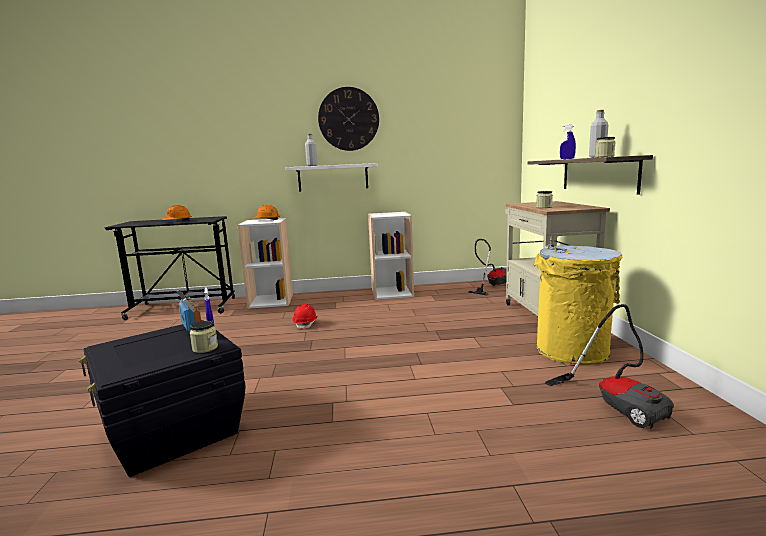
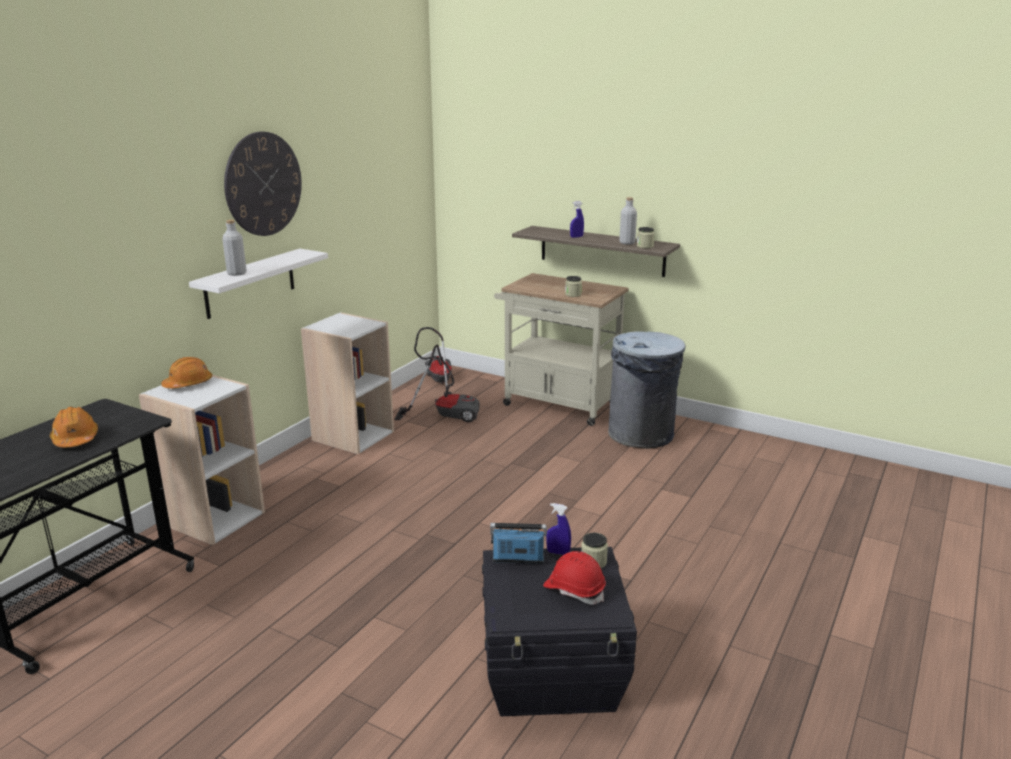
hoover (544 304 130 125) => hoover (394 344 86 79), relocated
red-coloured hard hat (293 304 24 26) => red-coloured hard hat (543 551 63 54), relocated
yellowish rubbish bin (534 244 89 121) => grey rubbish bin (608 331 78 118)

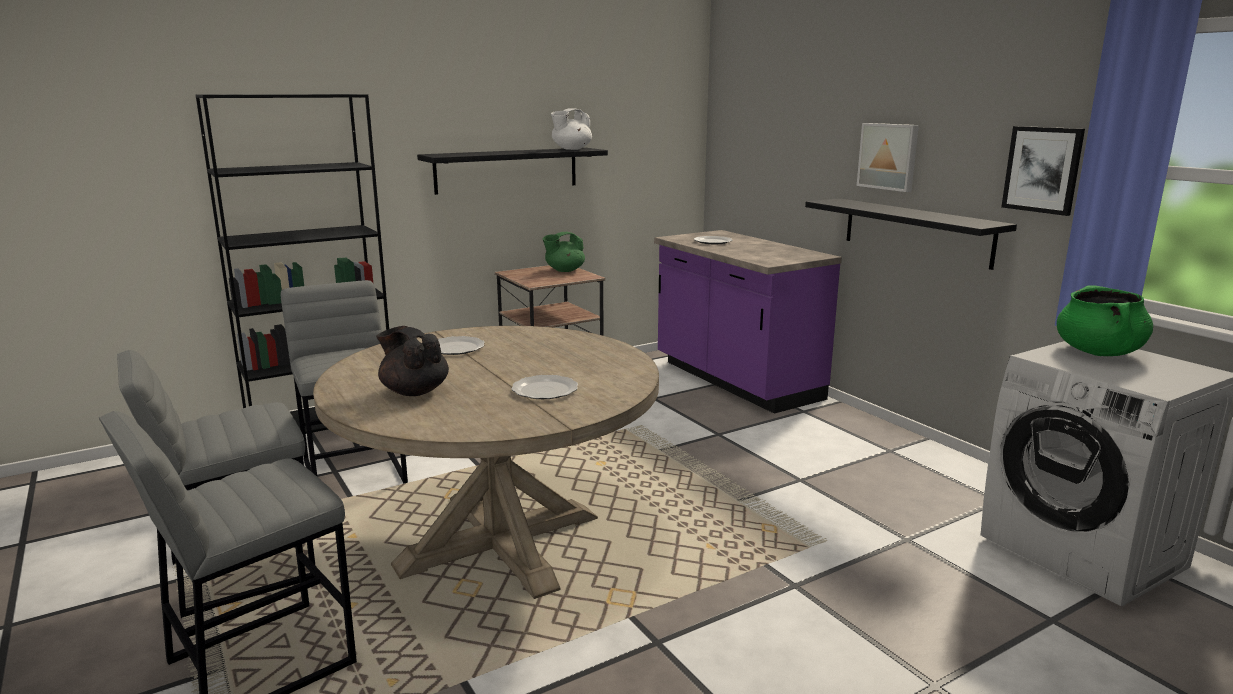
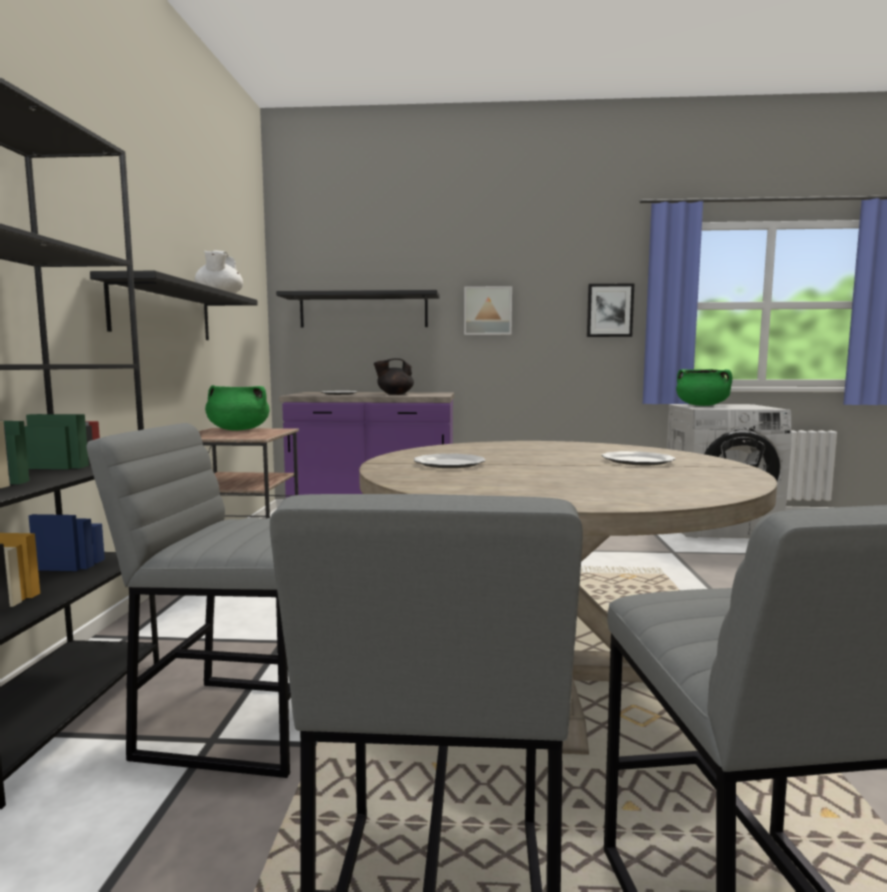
green pot for tea (543 232 42 40) => green saucepot (205 385 64 46)
black-coloured wall shelf (805 198 212 72) => black-coloured wall shelf (276 290 164 38), relocated
black-coloured pot for tea (376 326 73 70) => black-coloured pot for tea (374 358 40 37), relocated

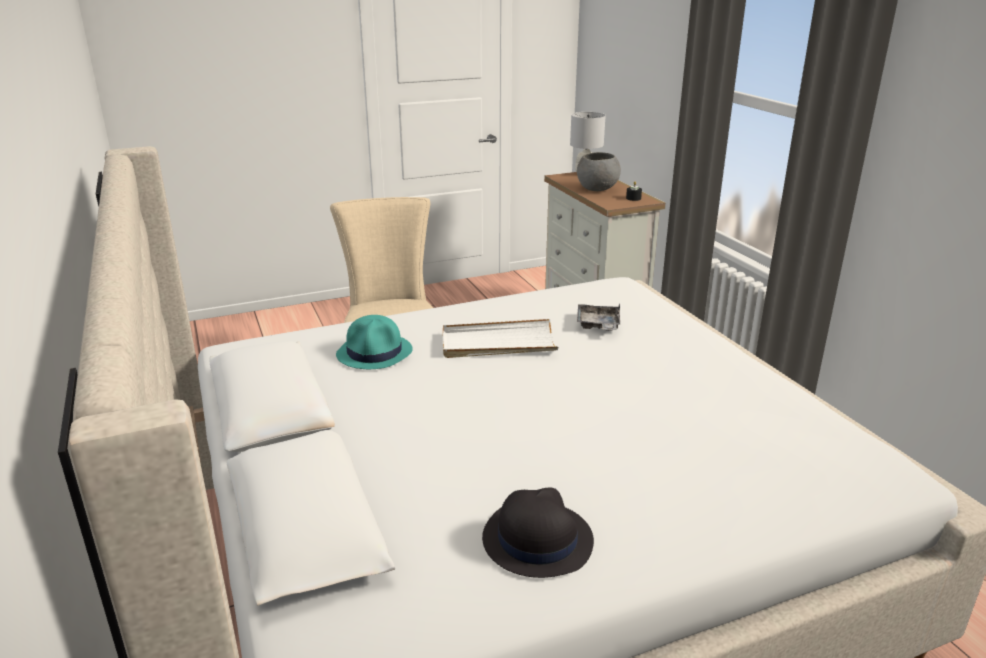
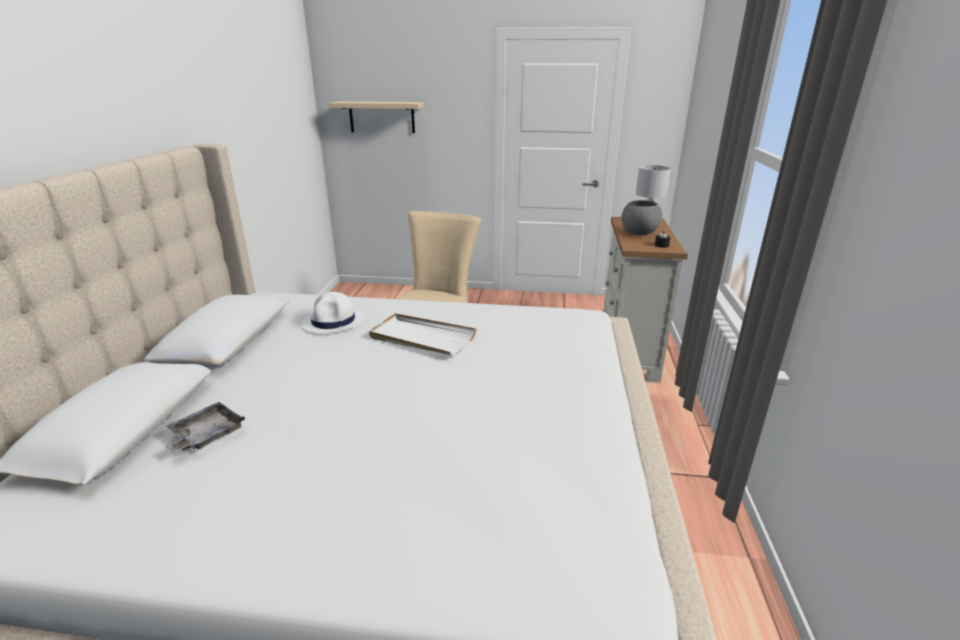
grey serving tray (577 304 43 27) => grey serving tray (166 402 79 51), relocated
turquoise hat (336 315 77 54) => whitish hat (302 292 62 42)
nothing => beige wall shelf (329 101 95 32)
black-coloured hat (482 487 112 91) => nothing

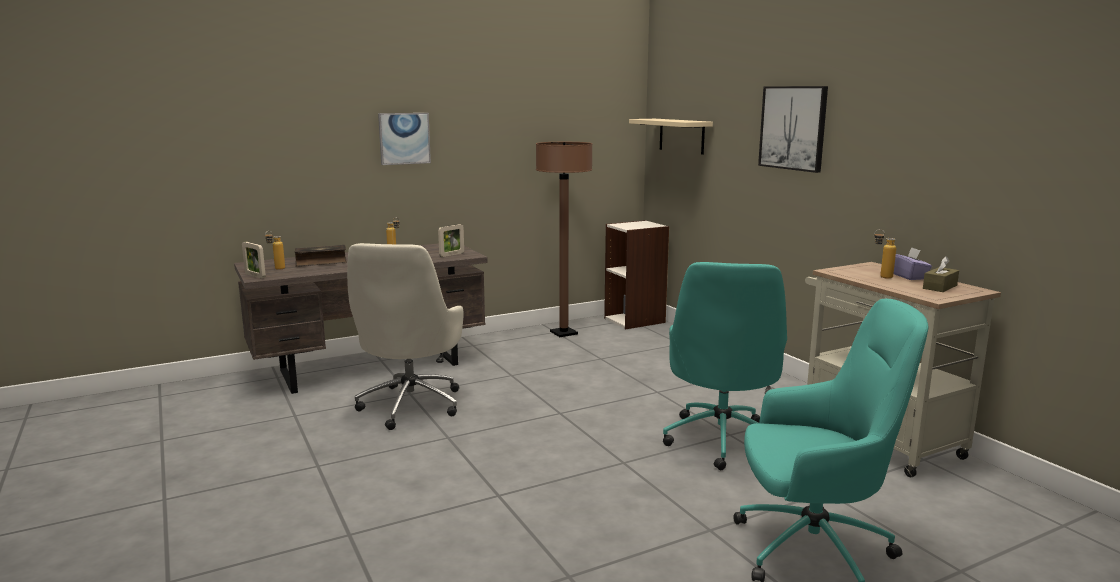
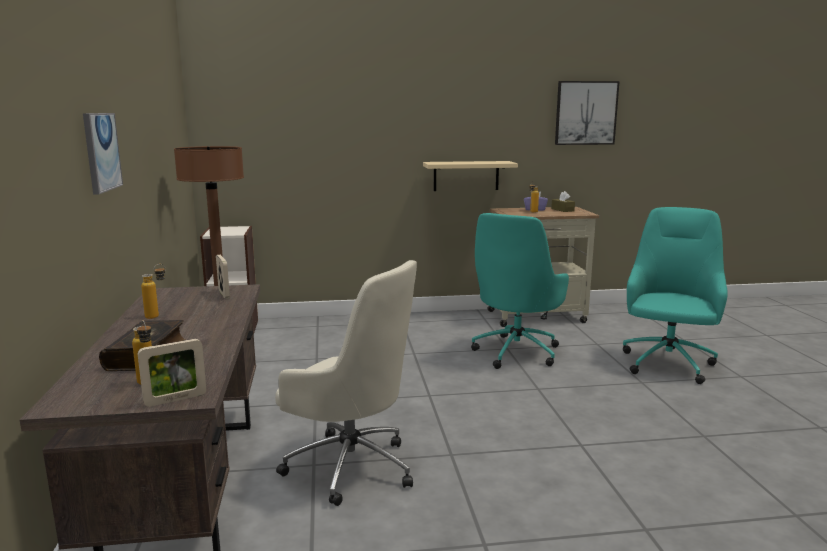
beige wall shelf (629 119 84 36) => beige wall shelf (423 161 95 30), relocated
turquoise office chair (663 262 124 208) => turquoise office chair (471 213 98 156), 90 degrees clockwise
wall art (758 86 70 87) => wall art (555 81 65 64), relocated

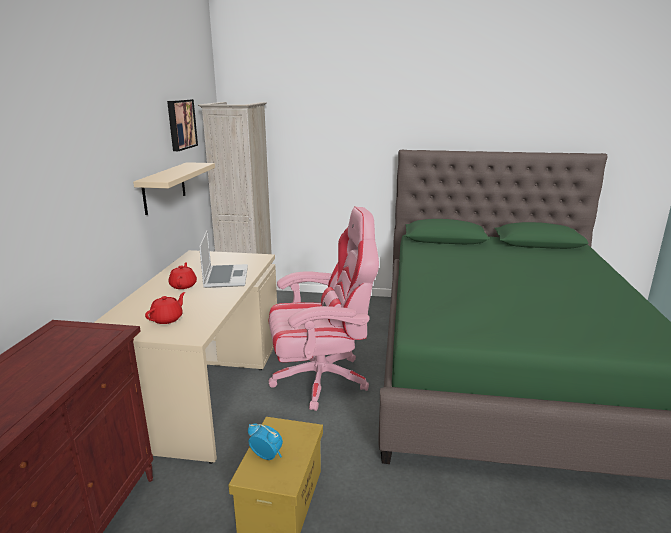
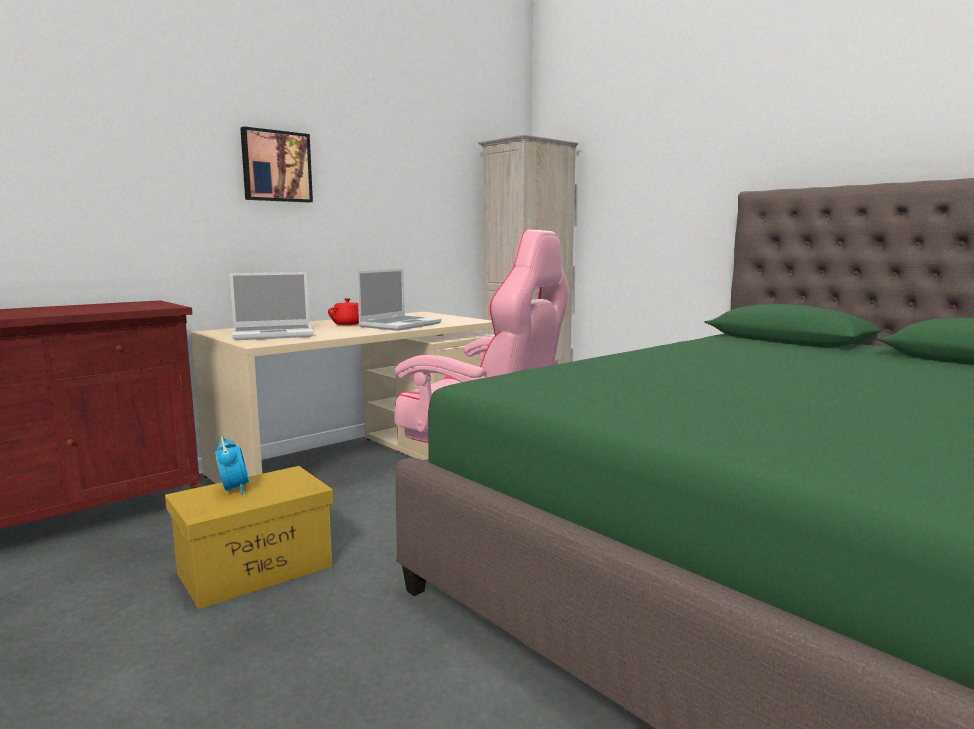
red-coloured pot for tea (145 292 40 32) => laptop (230 272 84 68)
wall art (167 99 31 52) => wall art (240 127 73 76), relocated
beige wall shelf (133 162 82 53) => nothing

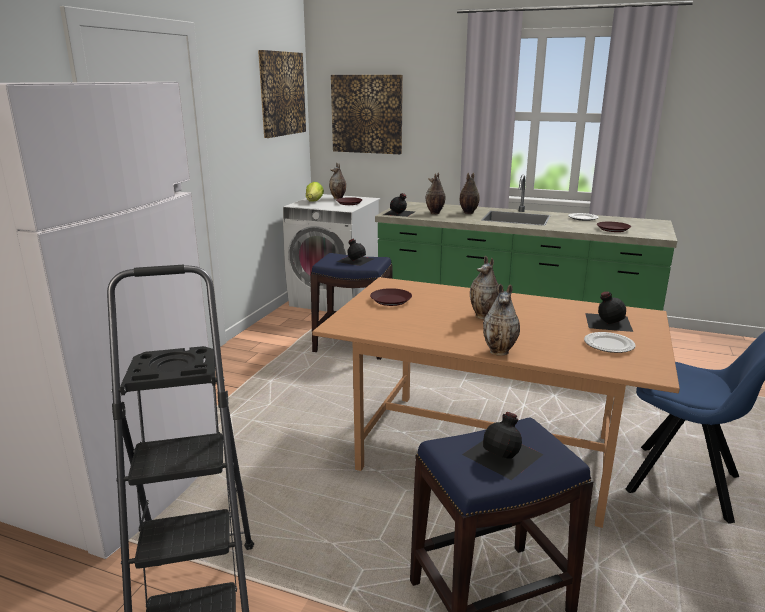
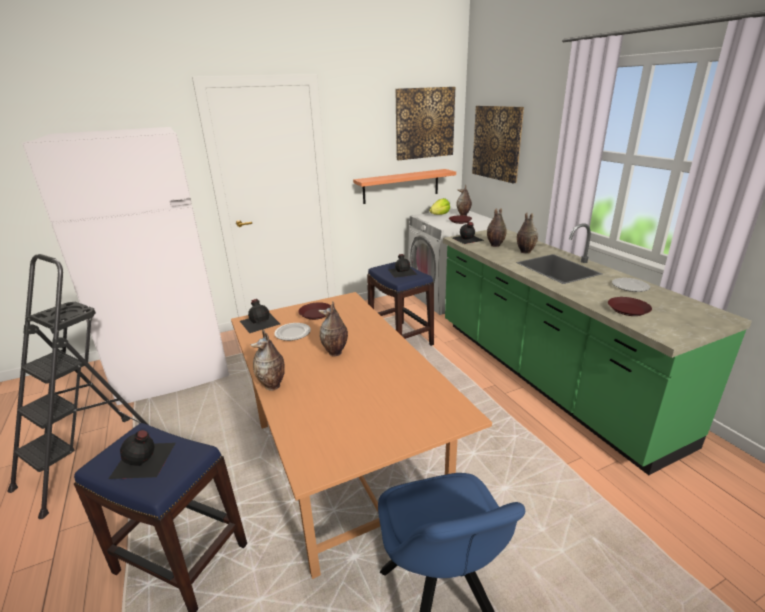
black-coloured drink bottle (585 291 48 41) => black-coloured drink bottle (240 299 40 34), relocated
flat dish (584 332 51 21) => flat dish (274 323 37 18), relocated
nothing => wall shelf (353 169 103 35)

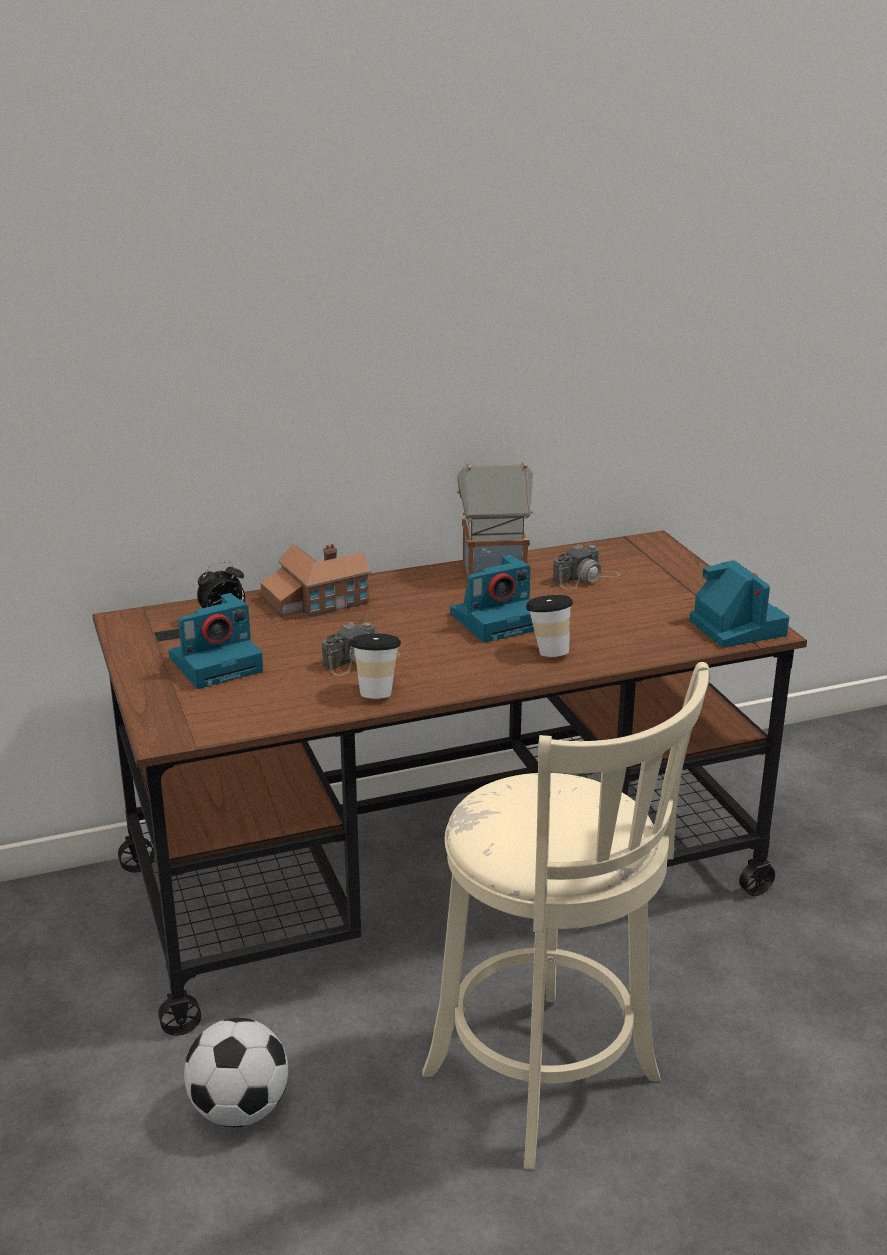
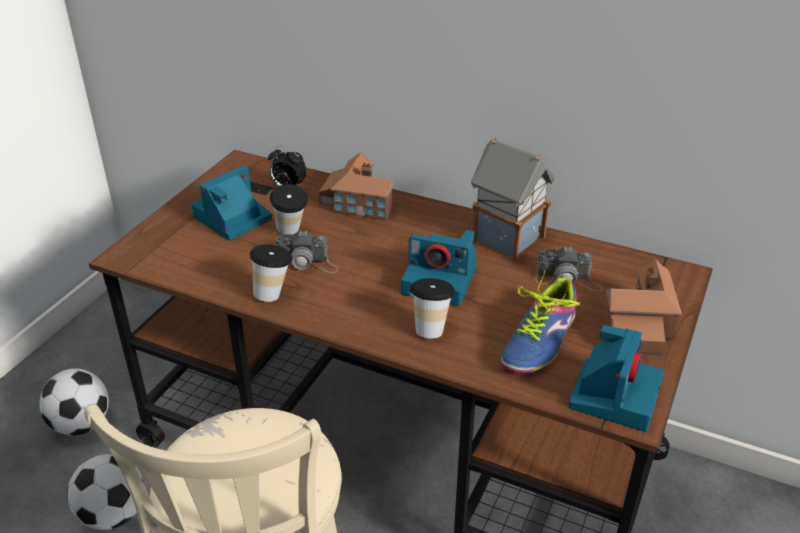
nothing => football (39 368 70 68)
photo camera (168 593 95 96) => photo camera (191 165 81 76), 120 degrees clockwise
nothing => drinking cup (270 184 38 51)
nothing => low shoe (501 270 79 103)
nothing => toy house (604 259 78 97)

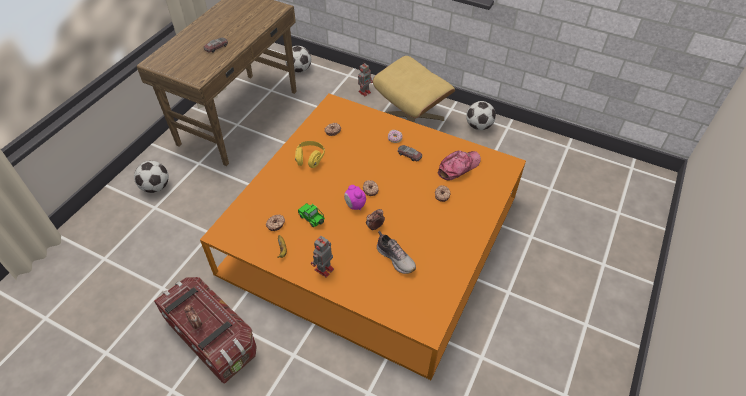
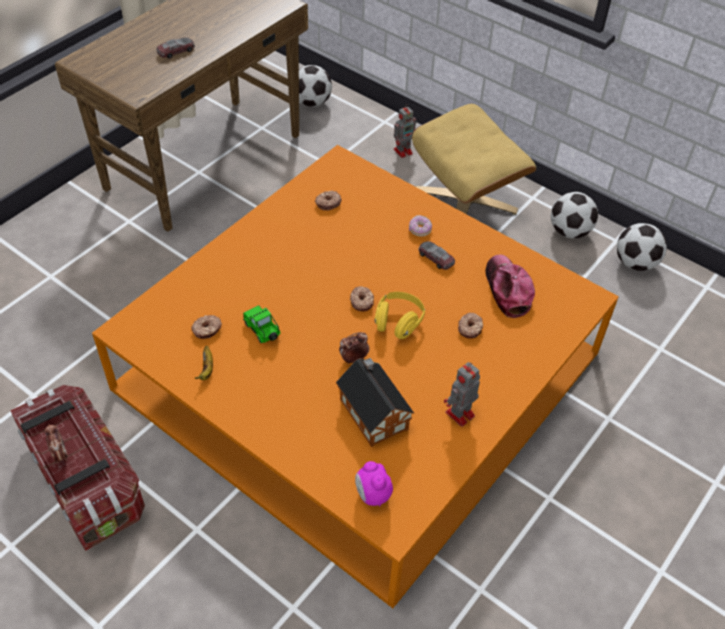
low shoe (377 231 39 43) => toy house (336 358 78 89)
table clock (344 185 22 25) => table clock (355 461 38 45), relocated
yellowish pair of headphones (295 141 30 27) => yellowish pair of headphones (374 292 51 47), relocated
model robot (311 236 23 42) => model robot (444 362 36 65), relocated
peaked cap (438 150 43 31) => peaked cap (485 255 50 63), 75 degrees counterclockwise
football (134 161 35 32) => football (617 223 50 48), relocated

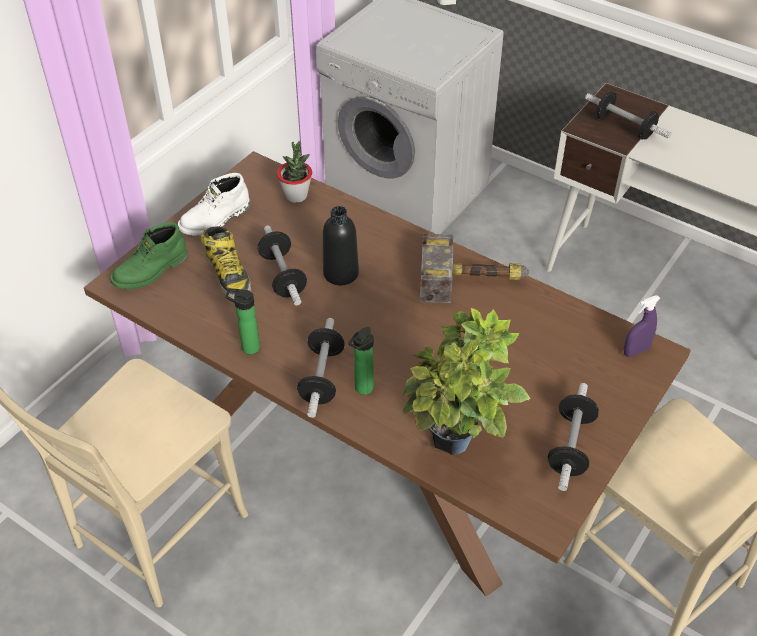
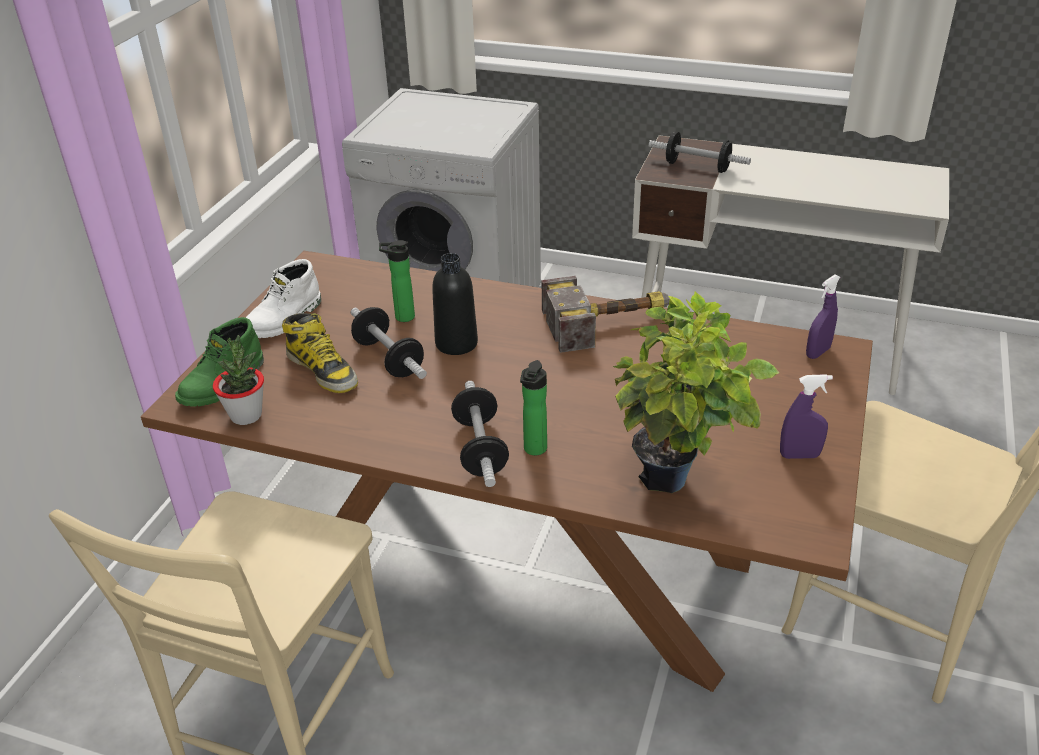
potted plant (277 140 35 63) => potted plant (213 335 51 90), relocated
drink bottle (226 288 34 67) => drink bottle (379 240 36 82), relocated
free weight (548 383 51 108) => purplish hand sprayer (780 374 53 85)

